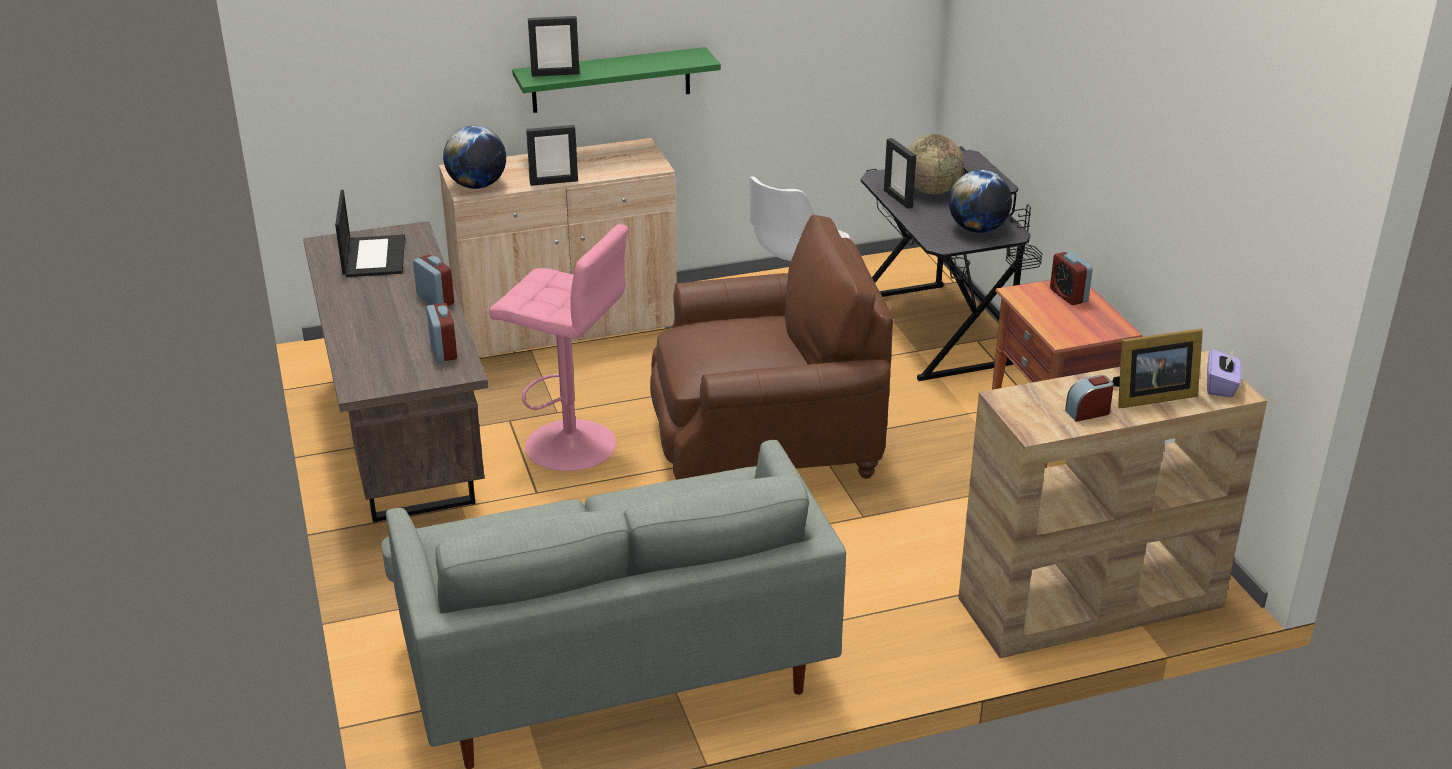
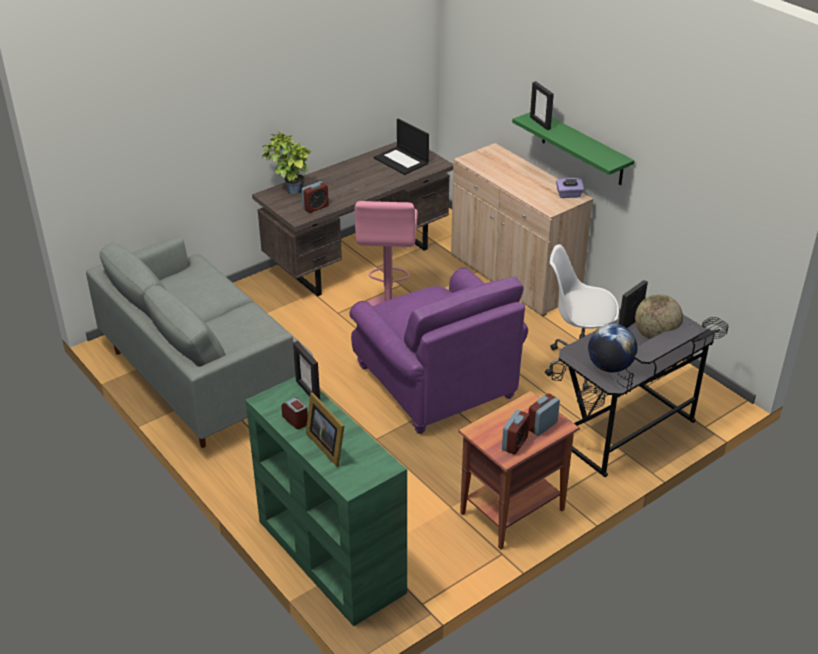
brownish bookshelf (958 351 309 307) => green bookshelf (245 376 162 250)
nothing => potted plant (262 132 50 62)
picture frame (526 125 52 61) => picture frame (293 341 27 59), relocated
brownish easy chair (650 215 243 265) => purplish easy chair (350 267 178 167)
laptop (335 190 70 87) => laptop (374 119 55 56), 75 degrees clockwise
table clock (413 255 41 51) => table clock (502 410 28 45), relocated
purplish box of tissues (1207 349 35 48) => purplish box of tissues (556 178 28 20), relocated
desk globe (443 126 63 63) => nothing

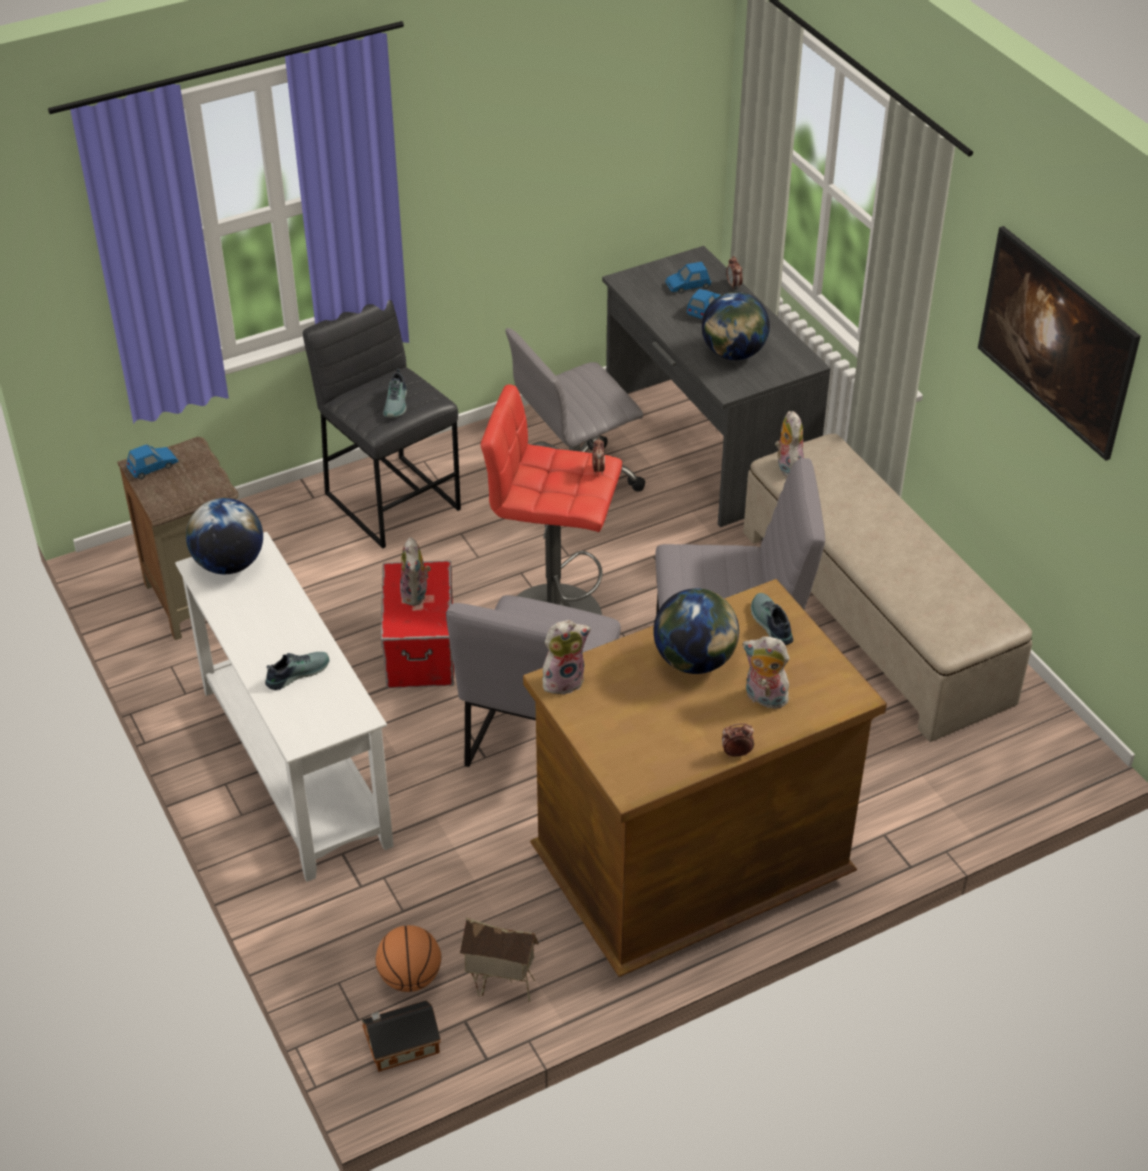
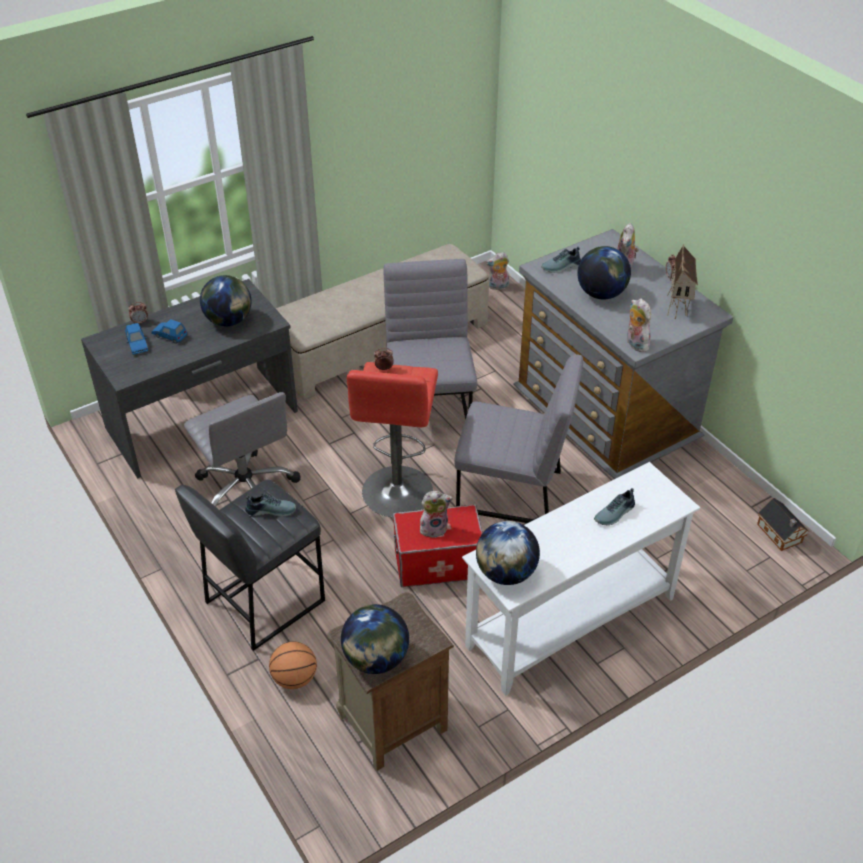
basketball ball (375 925 66 67) => basketball ball (269 642 48 47), relocated
bluish model car (126 444 53 35) => desk globe (341 604 68 70)
soft toy (775 411 29 66) => soft toy (486 252 23 38), relocated
brownish chest of drawers (523 579 364 398) => grey chest of drawers (513 229 220 250)
low shoe (265 652 64 38) => low shoe (594 488 41 38), 90 degrees counterclockwise
toy house (460 918 79 84) => toy house (667 245 31 74), relocated
wall art (978 226 163 235) => nothing

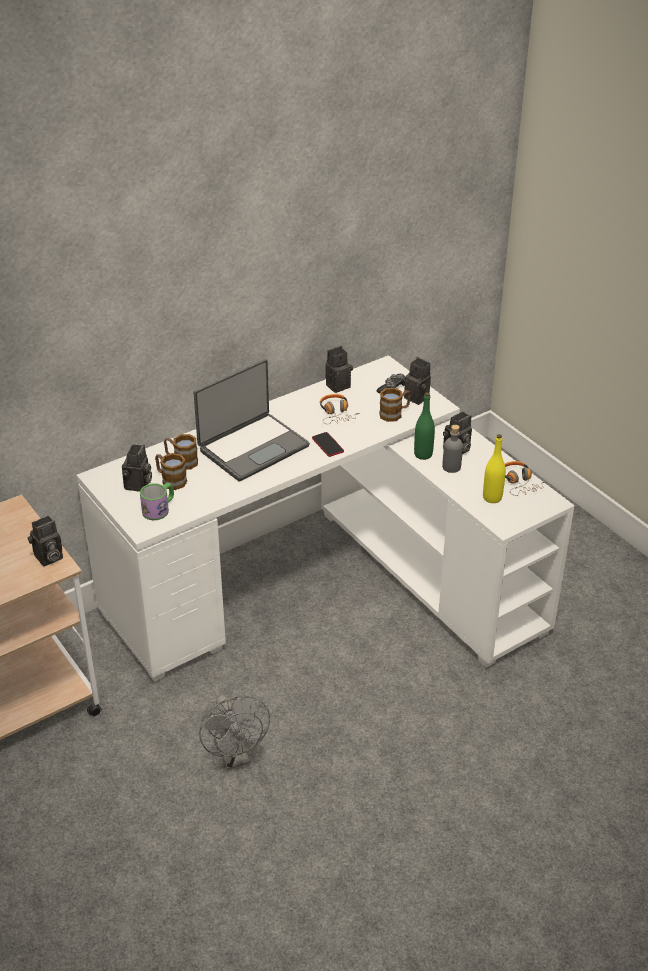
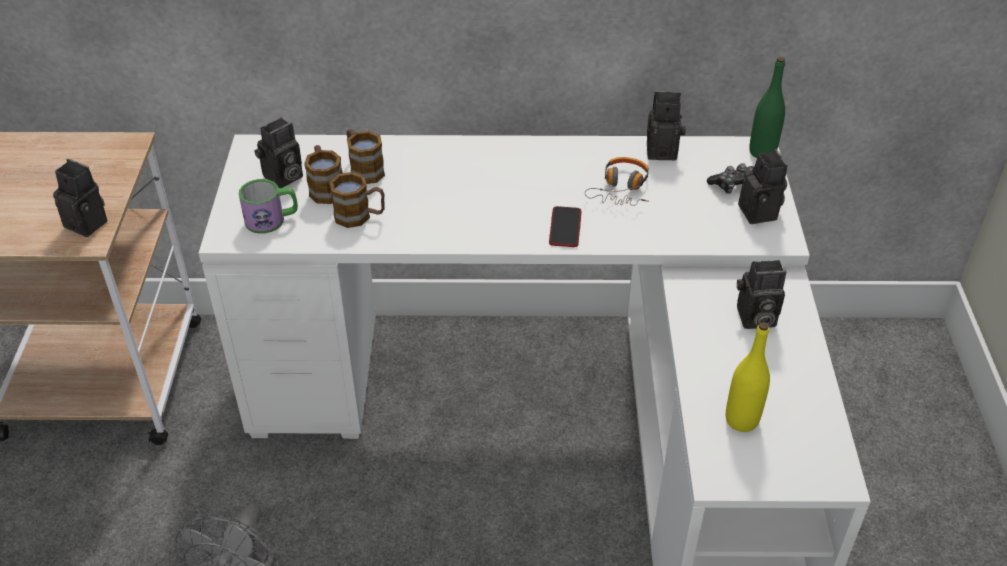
photo camera (28 516 35 50) => photo camera (53 159 55 78), 150 degrees counterclockwise
coffee mug (379 388 32 34) => coffee mug (329 172 56 56), relocated
green drink bottle (414 392 21 68) => green drink bottle (749 57 36 101), relocated
laptop (194 359 116 123) => nothing
grey drink bottle (442 425 21 48) => nothing
pair of headphones (505 461 42 35) => nothing

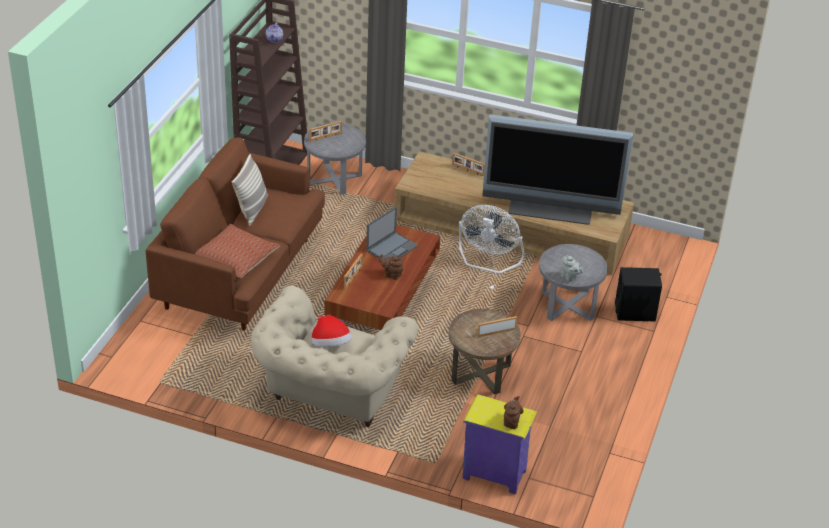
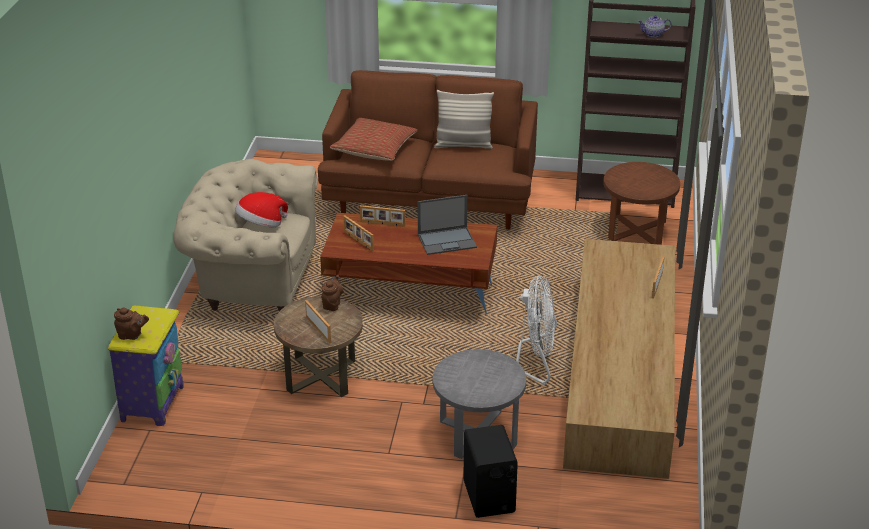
brownish pot for tea (379 254 24 26) => brownish pot for tea (321 275 22 36), relocated
picture frame (309 121 33 21) => picture frame (343 215 31 36), relocated
laptop (366 207 52 51) => laptop (418 195 59 60), 45 degrees counterclockwise
grey accent table (304 123 62 72) => brownish accent table (603 162 77 83)
television (482 114 151 111) => nothing
grey pot for tea (561 255 22 26) => nothing

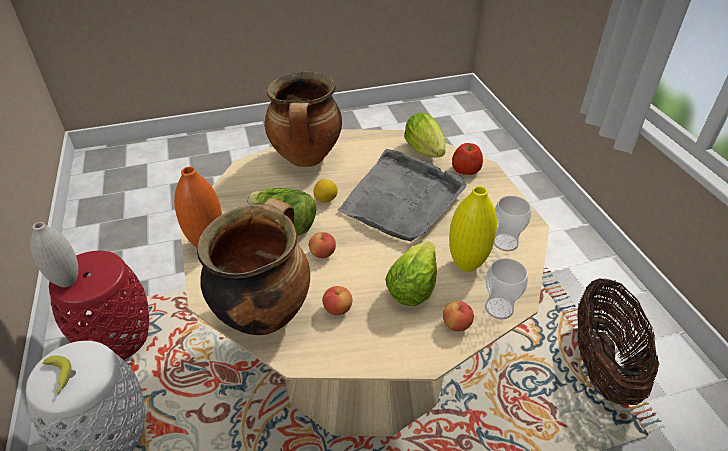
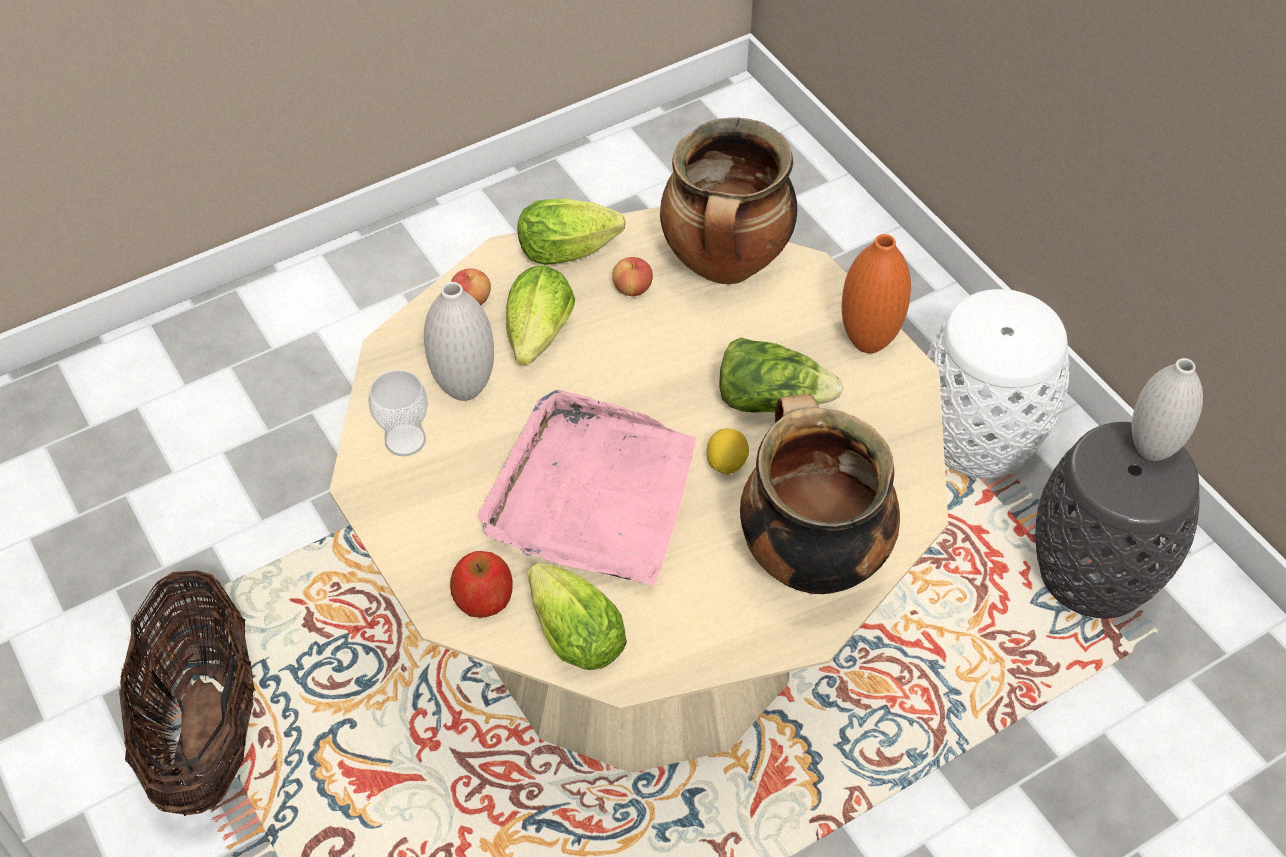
yellowish decorative vase (449 186 48 86) => whitish decorative vase (424 282 70 119)
grey serving tray (338 149 128 93) => pinkish serving tray (478 390 218 195)
nothing => lettuce (517 199 109 66)
red-coloured stool seat (49 251 100 109) => grey stool seat (1035 422 165 197)
banana fruit (42 355 30 40) => nothing
apple fruit (309 232 27 26) => nothing
drinking cup (485 258 43 61) => nothing

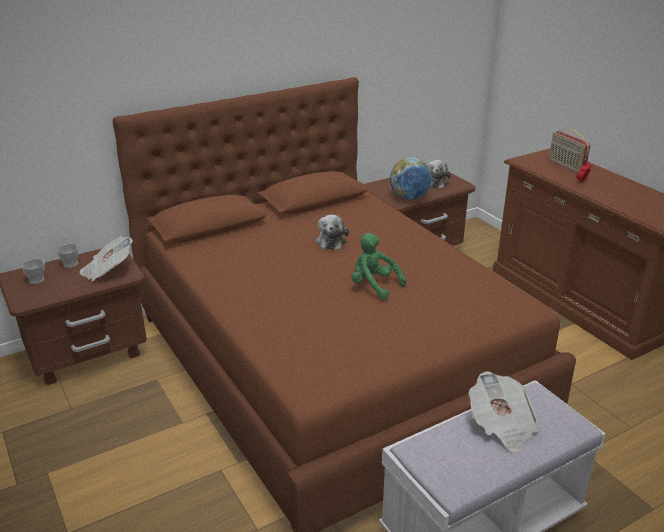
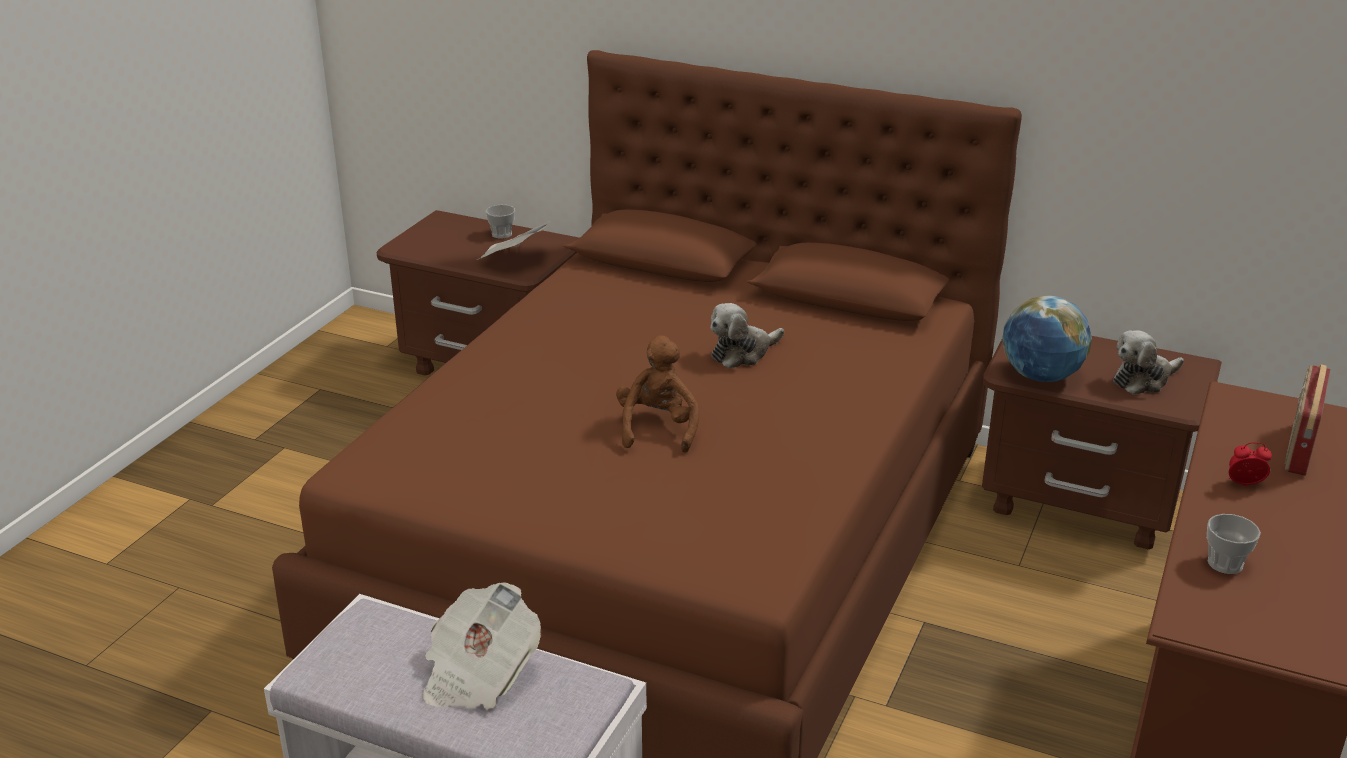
green soft toy (351 233 55 67) => brownish soft toy (616 335 83 118)
drinking cup (21 259 24 25) => drinking cup (1207 514 54 60), relocated

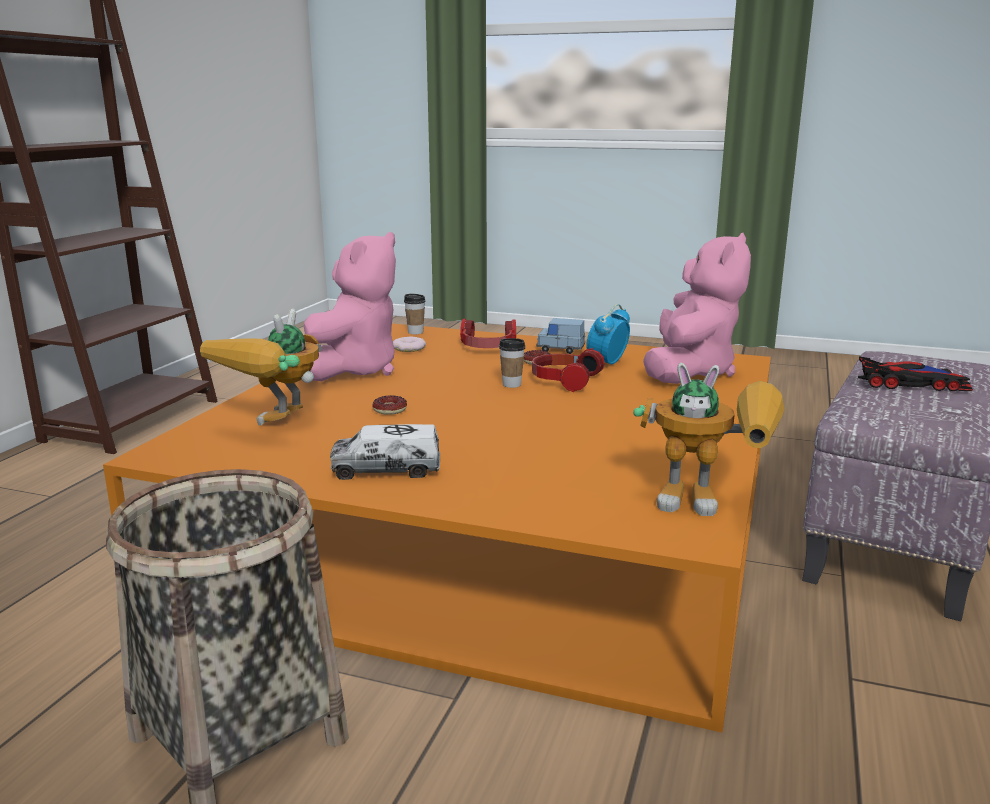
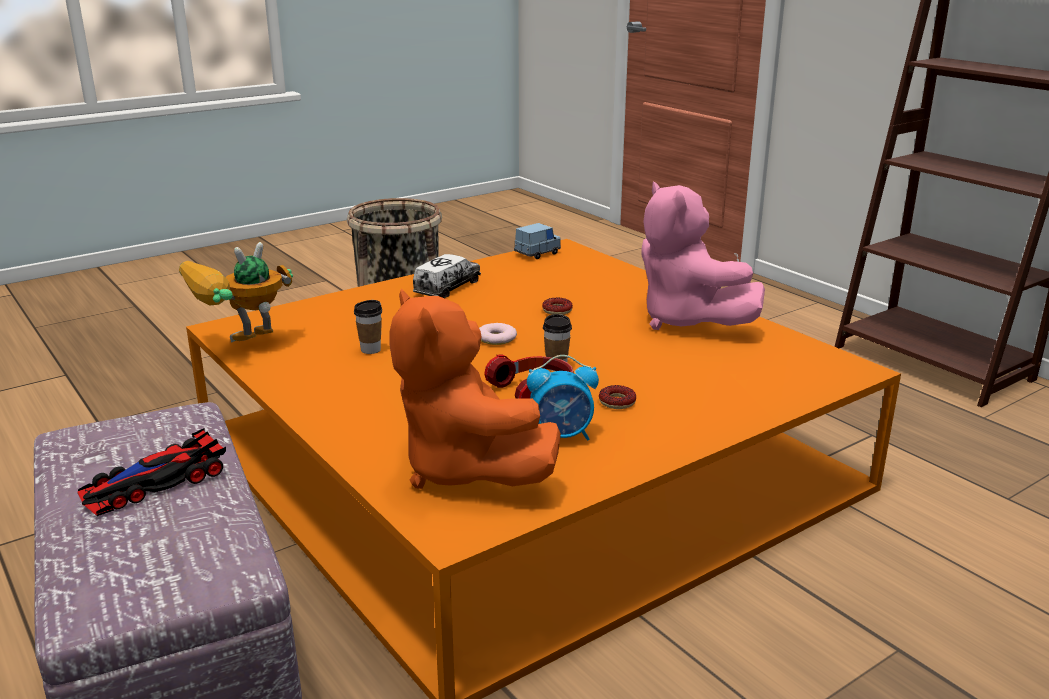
drinking cup (404 293 21 41) => drinking cup (354 300 28 54), relocated
pinkish soft toy (643 233 108 151) => orange soft toy (389 288 172 201)
donut (393 336 33 16) => donut (479 323 38 22), relocated
bluish model car (536 318 49 36) => bluish model car (514 223 47 36), relocated
table clock (586 304 44 60) => table clock (527 355 72 85), 105 degrees clockwise
model robot (200 309 121 116) => nothing
pair of headphones (460 319 56 29) => nothing

